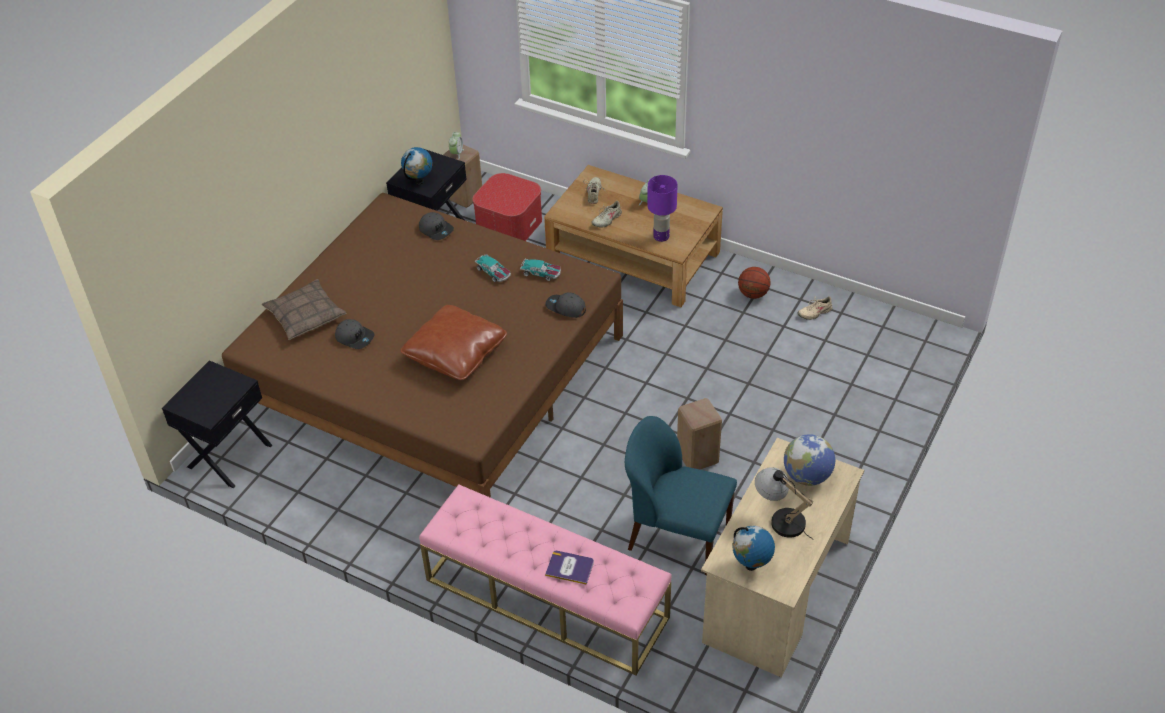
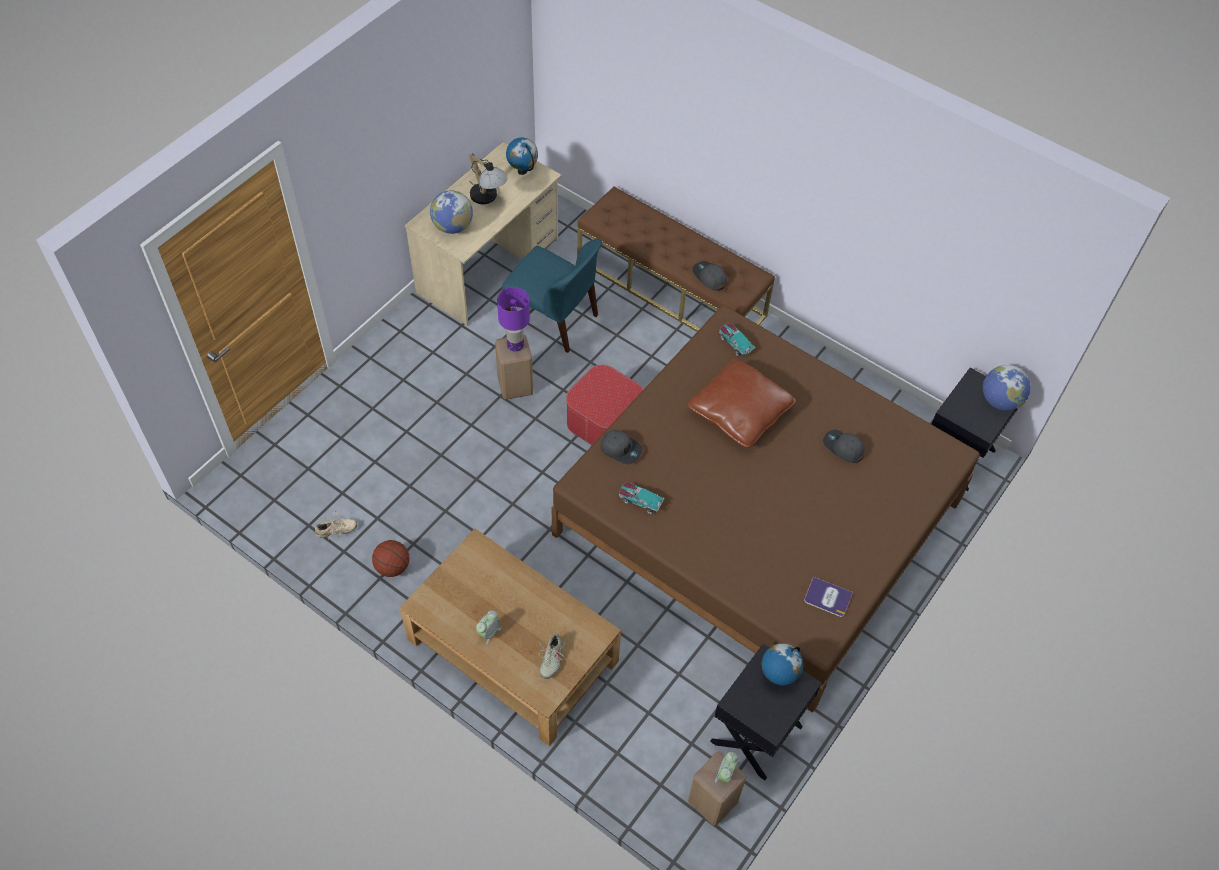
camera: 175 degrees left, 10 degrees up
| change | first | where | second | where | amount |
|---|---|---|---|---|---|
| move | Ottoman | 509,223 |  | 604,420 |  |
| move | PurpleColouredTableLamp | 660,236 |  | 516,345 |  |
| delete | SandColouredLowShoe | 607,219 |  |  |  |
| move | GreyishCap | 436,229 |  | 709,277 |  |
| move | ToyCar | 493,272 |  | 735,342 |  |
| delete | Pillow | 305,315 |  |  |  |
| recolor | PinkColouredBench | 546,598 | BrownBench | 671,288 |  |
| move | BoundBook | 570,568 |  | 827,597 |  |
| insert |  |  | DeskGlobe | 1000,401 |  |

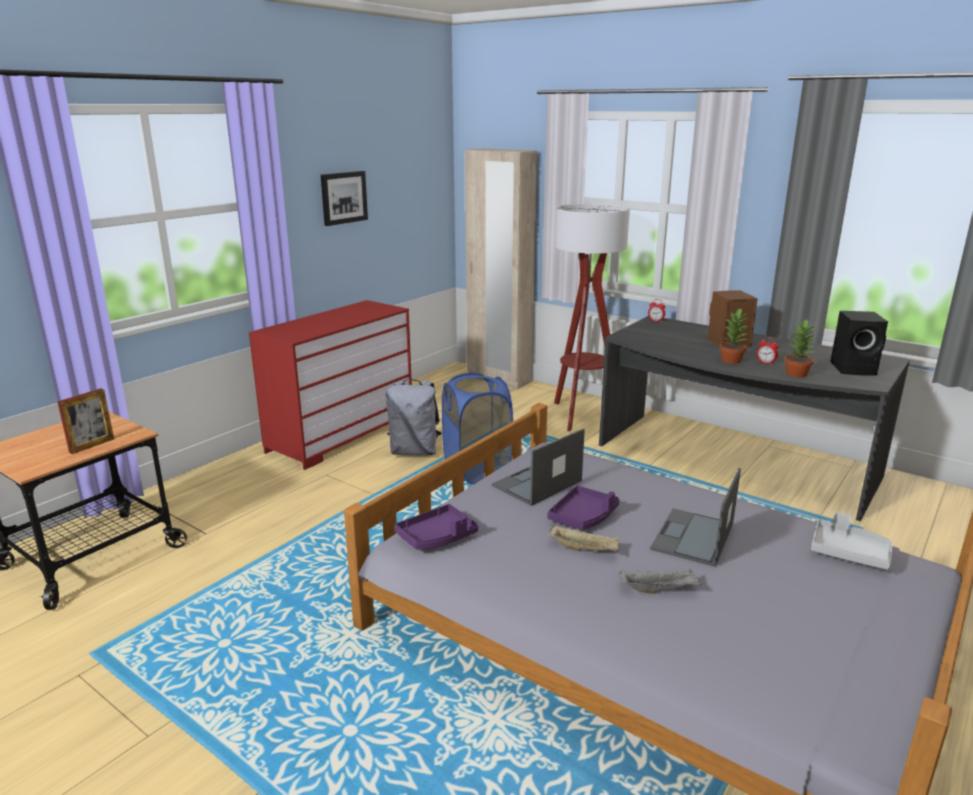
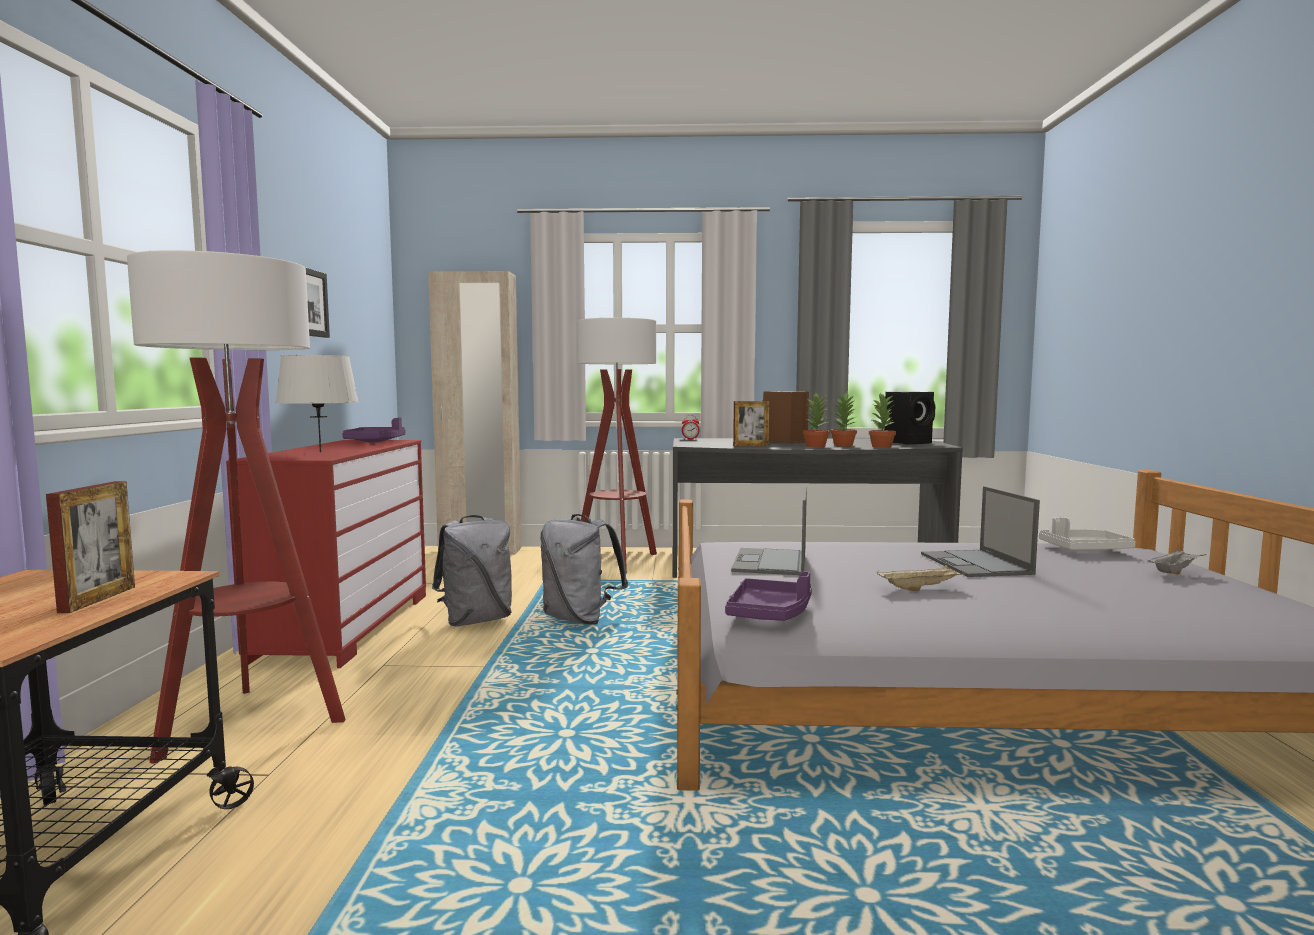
camera: 35 degrees left, 15 degrees down
| change | first | where | second | where | amount |
|---|---|---|---|---|---|
| replace | AlarmClock | 765,363 | PlantInAPot | 844,445 |  |
| replace | BlueColouredWashingBasket | 477,470 | GreyishKnapsack | 580,619 |  |
| move | PurpleColouredCarryingTray | 583,517 |  | 375,442 |  |
| move | GreyishCarryingTray | 659,589 |  | 1174,571 |  |
| insert |  |  | StandingLamp | 250,722 |  |
| insert |  |  | GreyishTableLamp | 320,452 |  |
| insert |  |  | PhotoFrame | 751,445 |  |

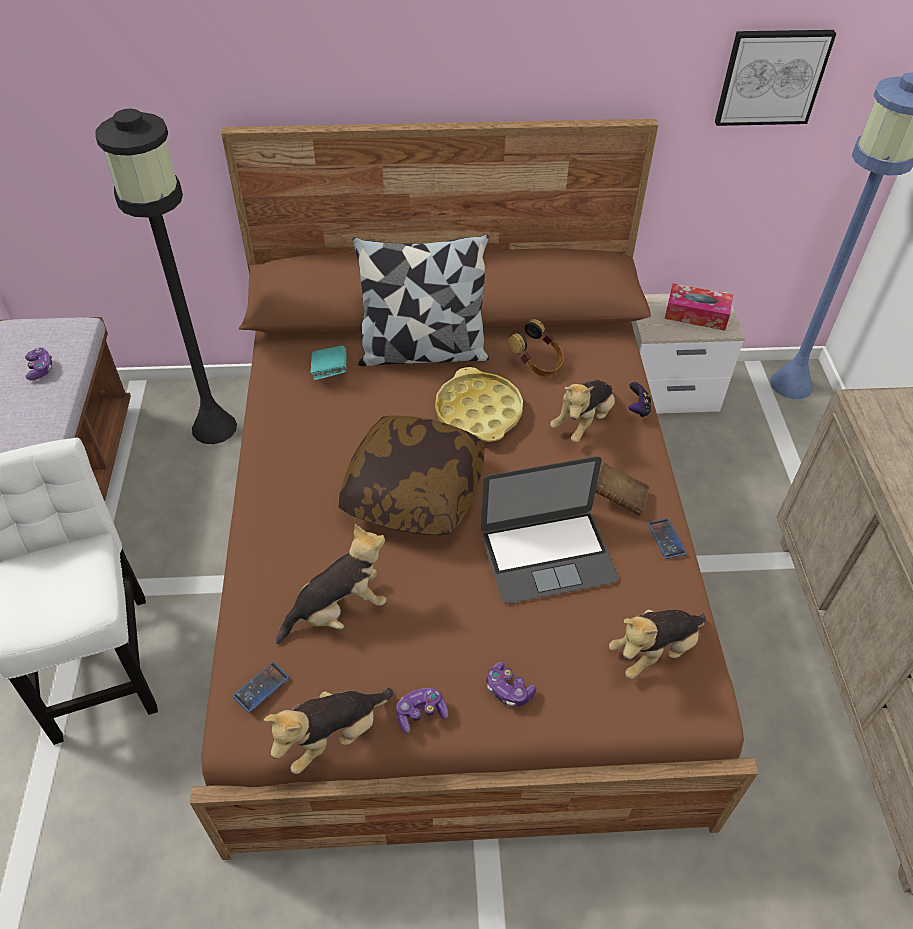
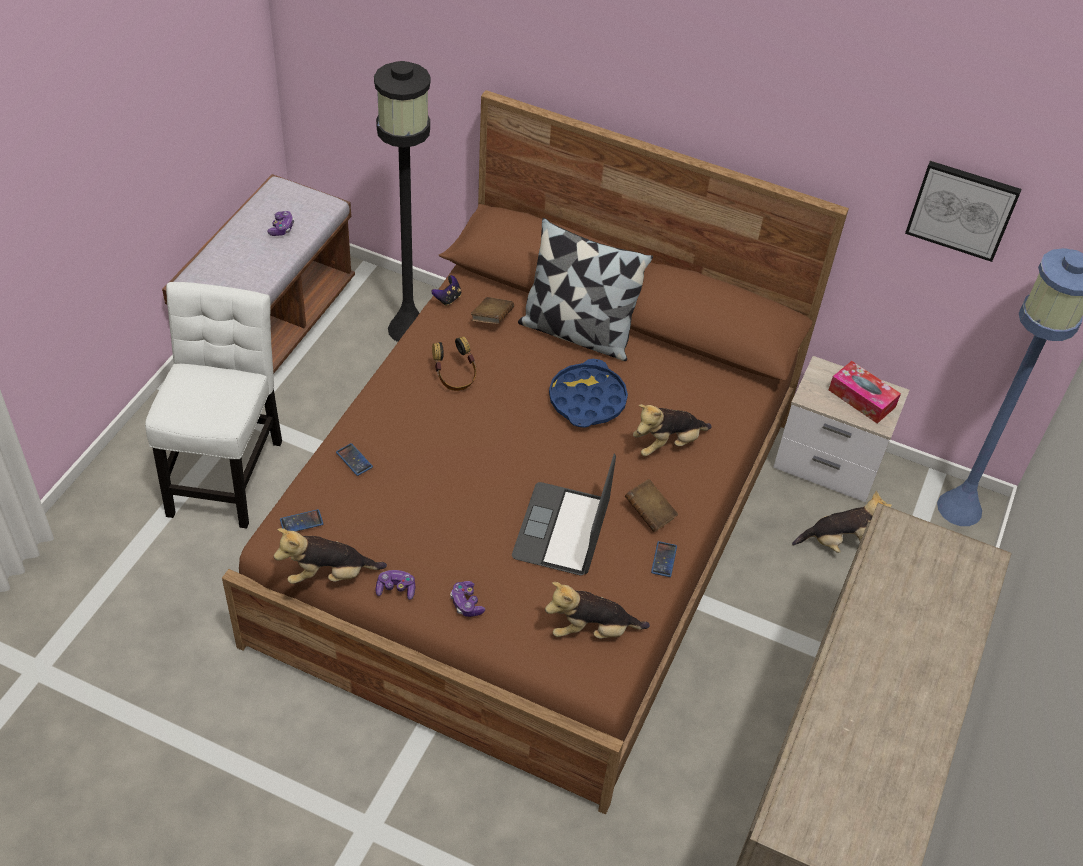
camera: 25 degrees right, 0 degrees up
| change | first | where | second | where | amount |
|---|---|---|---|---|---|
| move | PairOfHeadphones | 537,364 |  | 455,377 |  |
| recolor | TurquoiseBoundBook | 330,372 | BrownBoundBook | 492,319 |  |
| recolor | YellowColouredCarryingTray | 478,412 | BlueColouredCarryingTray | 587,400 |  |
| move | Gamepad | 638,409 |  | 448,298 |  |
| delete | Pillow | 414,491 |  |  |  |
| rotate | PortableComputer | 548,555 |  | 562,529 | 90 degrees clockwise |
| move | SoftToy | 339,610 |  | 838,542 |  |
| insert |  |  | Telephone | 354,460 |  |

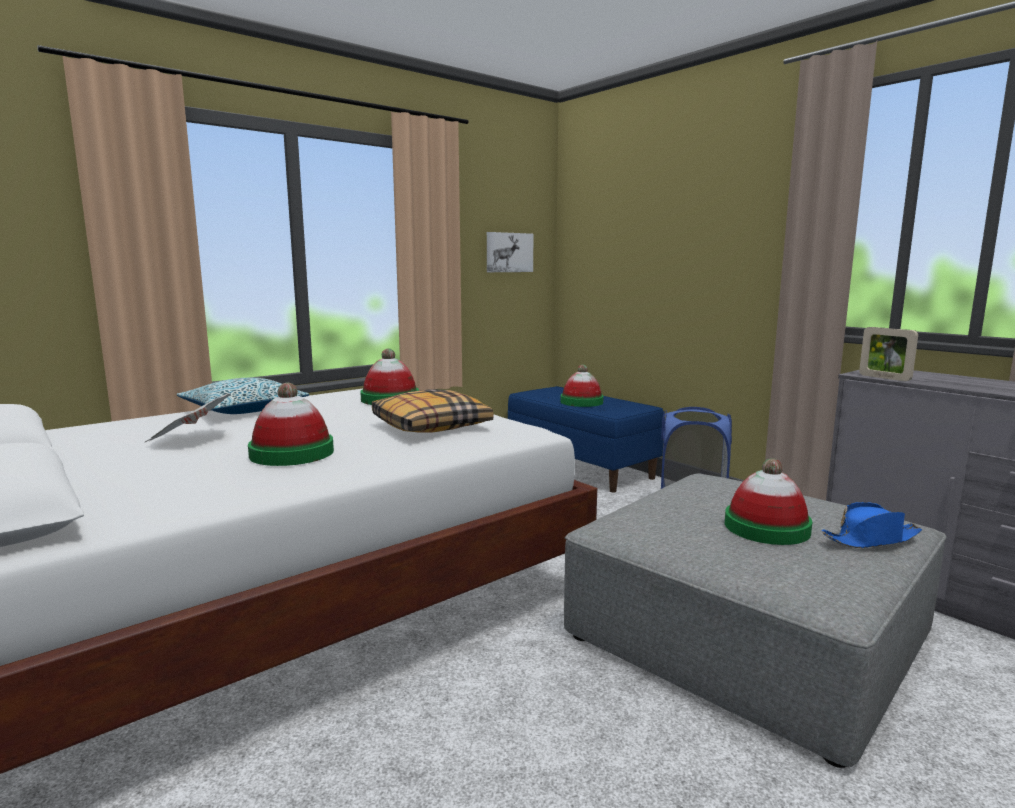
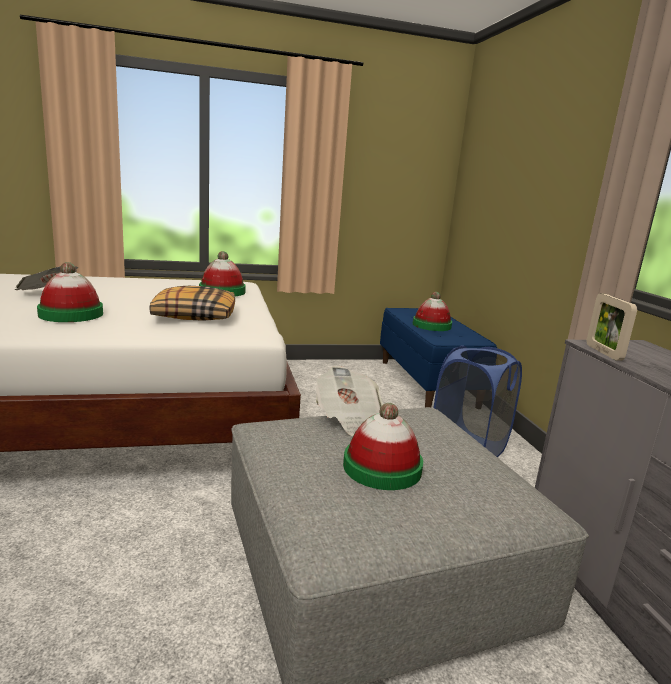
camera: 25 degrees right, 5 degrees up
| change | first | where | second | where | amount |
|---|---|---|---|---|---|
| delete | WallPicture | 508,252 |  |  |  |
| delete | Pillow | 243,410 |  |  |  |
| delete | BlueColouredWearableHat | 871,539 |  |  |  |
| insert |  |  | Newspaper | 348,419 |  |

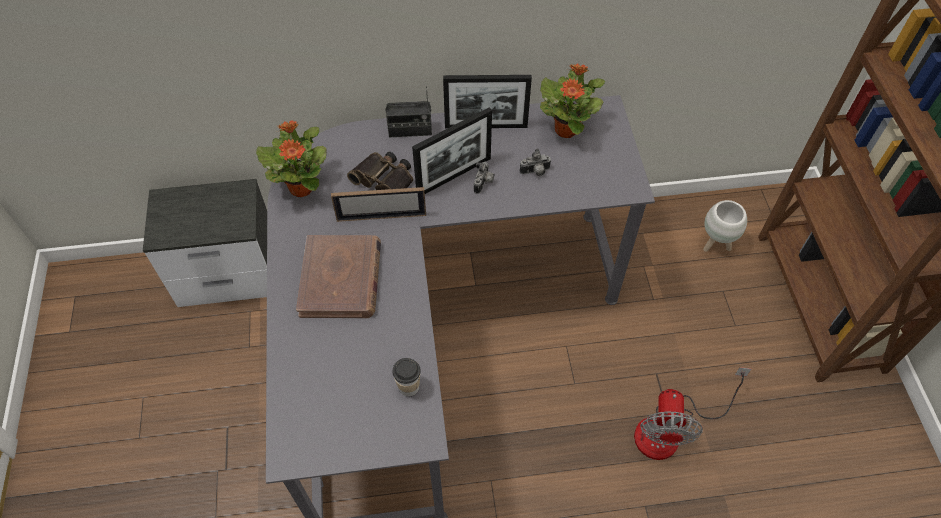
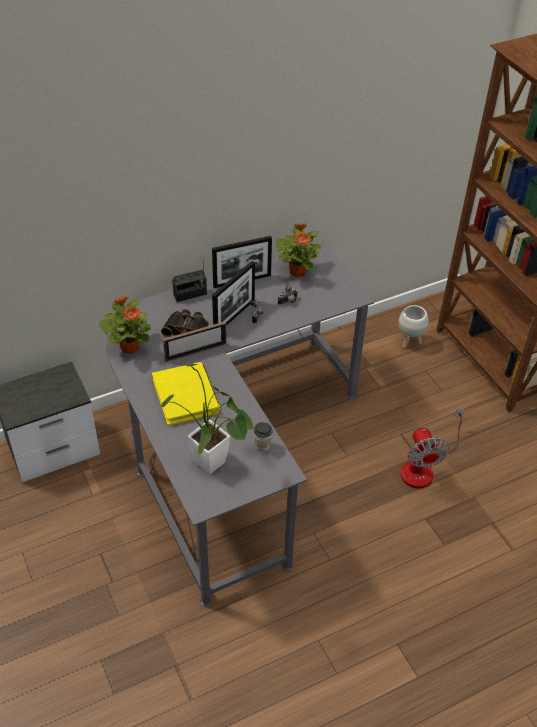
camera: 20 degrees left, 10 degrees down
| change | first | where | second | where | amount |
|---|---|---|---|---|---|
| recolor | BrownBoundBook | 341,279 | YellowColouredBoundBook | 186,396 |  |
| insert |  |  | PlantInAPot | 214,467 |  |

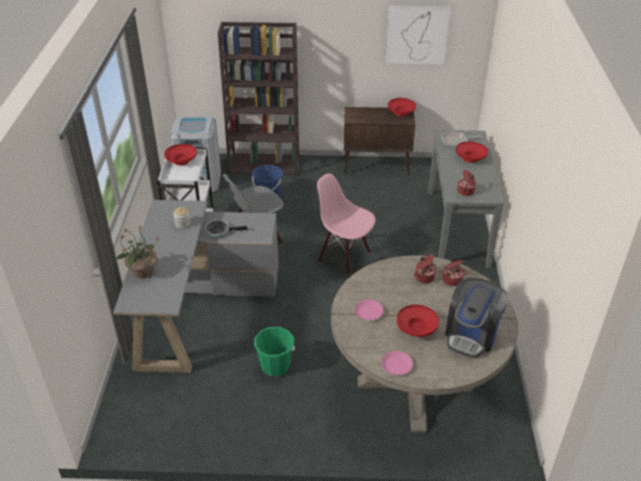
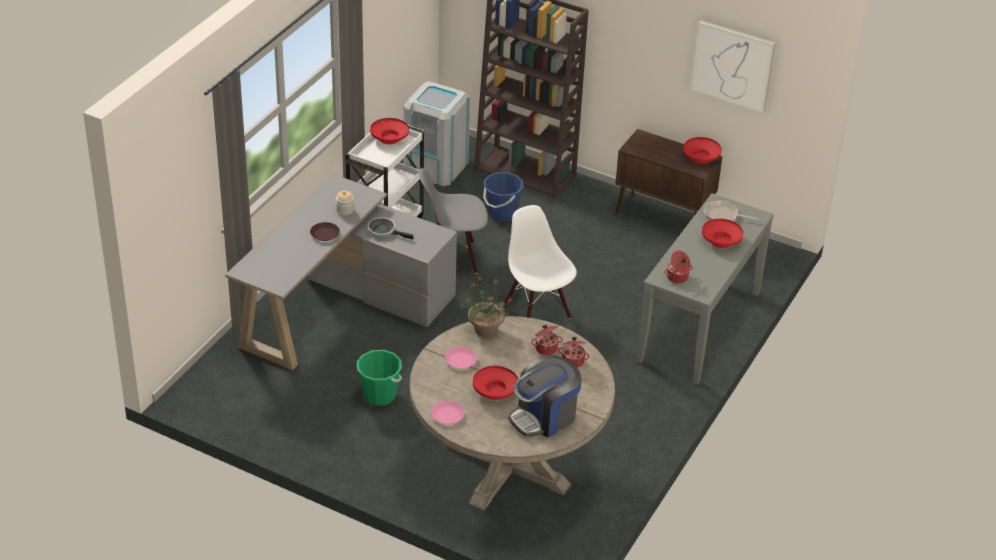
camera: 25 degrees right, 0 degrees up
| change | first | where | second | where | amount |
|---|---|---|---|---|---|
| recolor | PinkColouredUprightChair | 344,256 | WhiteUprightChair | 537,312 |  |
| move | PlantInAPot | 142,272 |  | 484,330 |  |
| insert |  |  | BrownDinnerPlate | 324,234 |  |

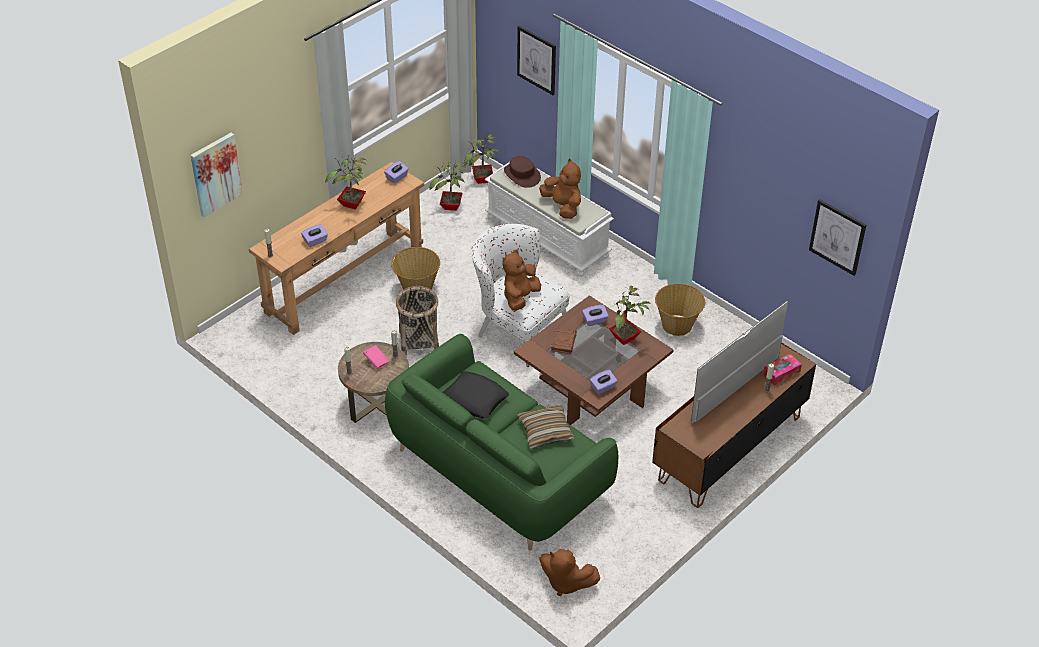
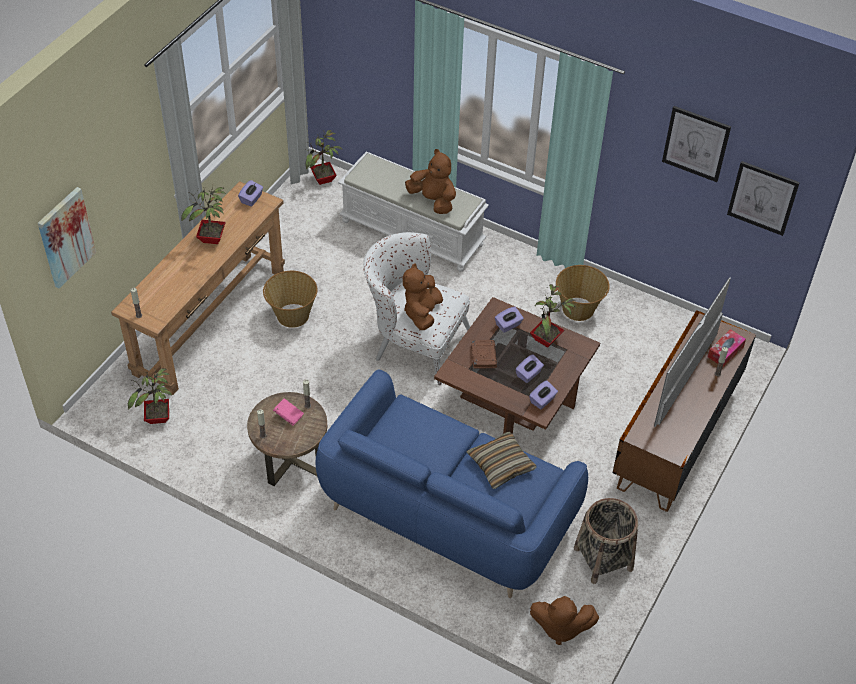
camera: 15 degrees left, 5 degrees up
| change | first | where | second | where | amount |
|---|---|---|---|---|---|
| move | WallPicture | 536,60 |  | 696,143 |  |
| delete | BrownWearableHat | 522,175 |  |  |  |
| move | PlantInAPot | 451,207 |  | 158,419 |  |
| move | PurpleColouredBoxOfTissues | 315,241 |  | 529,374 |  |
| move | StorageBasket | 419,342 |  | 603,558 |  |
| recolor | GreenSettee | 498,471 | BlueColouredSettee | 447,512 |  |
| delete | BlackishPillow | 474,399 |  |  |  |

